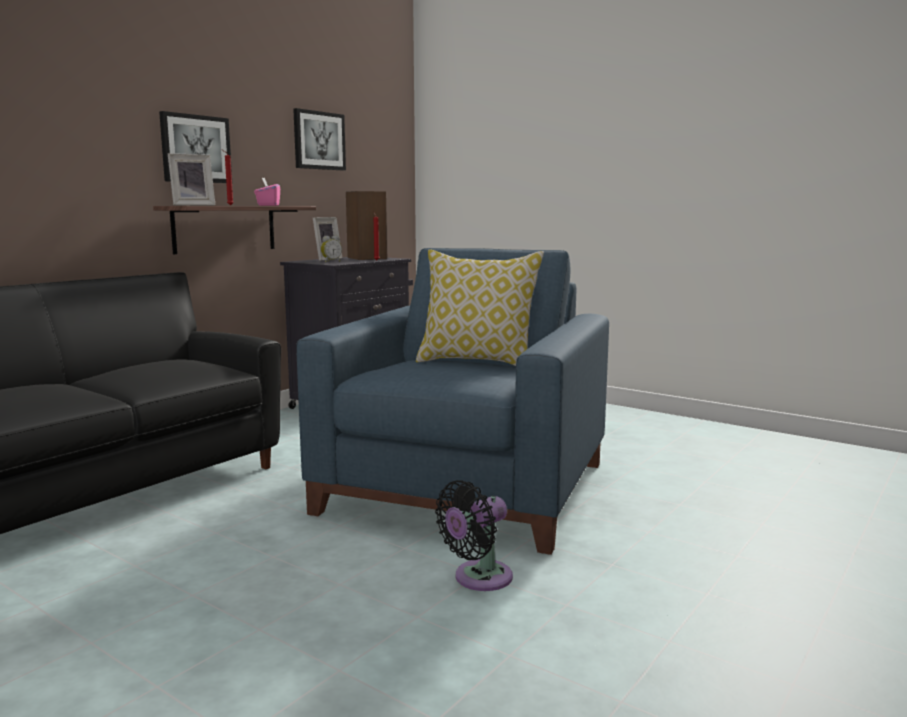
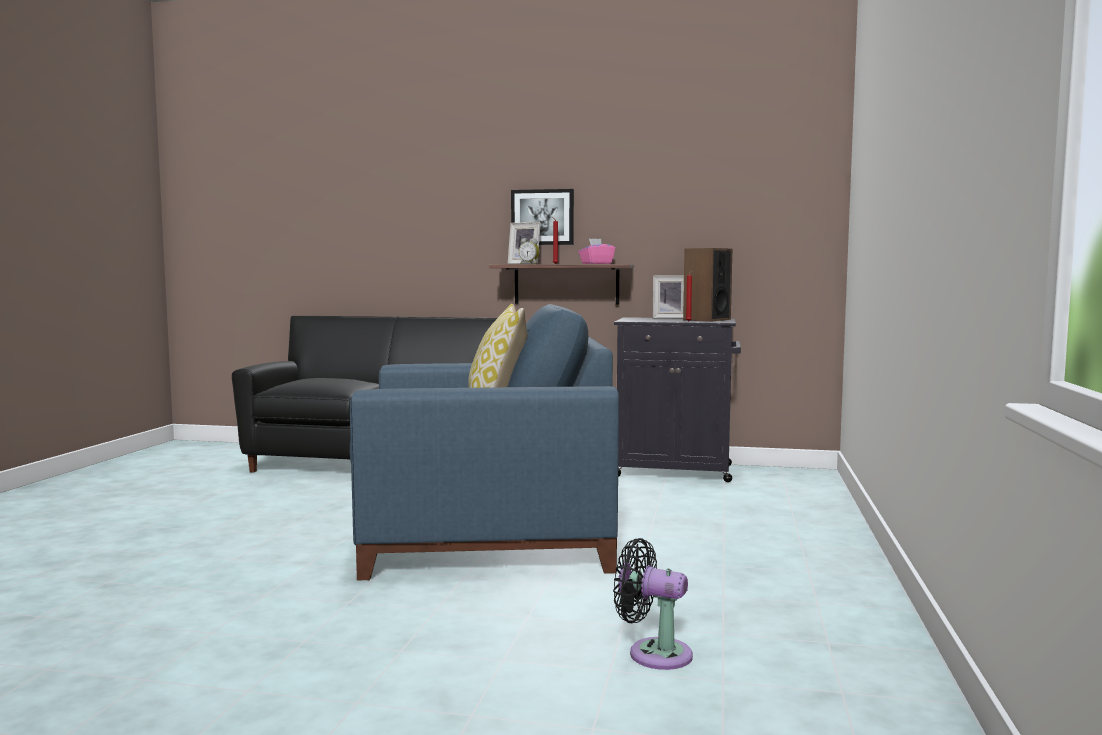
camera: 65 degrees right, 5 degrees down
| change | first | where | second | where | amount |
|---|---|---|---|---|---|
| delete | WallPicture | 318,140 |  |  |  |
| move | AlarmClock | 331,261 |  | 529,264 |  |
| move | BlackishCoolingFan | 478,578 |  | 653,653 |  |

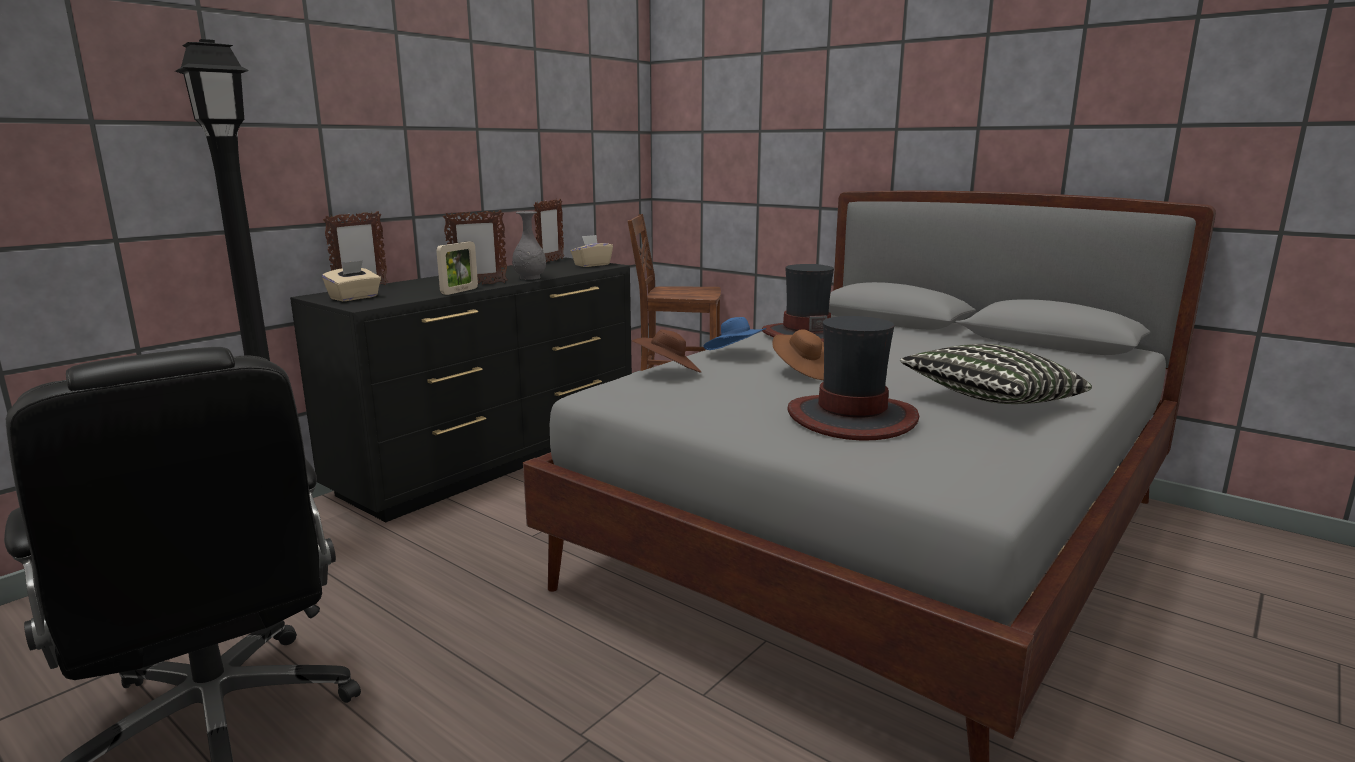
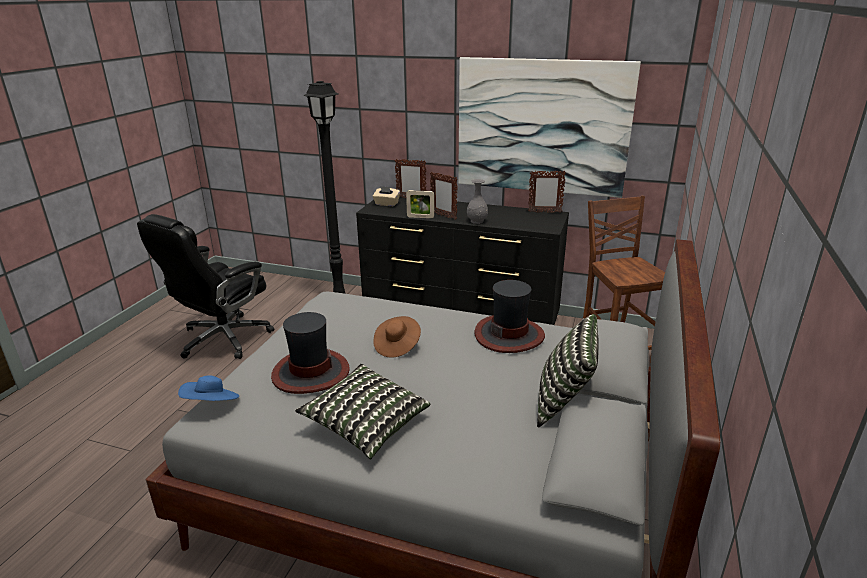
camera: 70 degrees right, 10 degrees up
| change | first | where | second | where | amount |
|---|---|---|---|---|---|
| delete | SandColouredBoxOfTissues | 591,265 |  |  |  |
| move | BlueColouredWearableHat | 735,354 |  | 212,404 |  |
| delete | BrownWearableHat | 668,372 |  |  |  |
| insert |  |  | WallPicture | 542,127 |  |
| insert |  |  | Pillow | 564,402 |  |

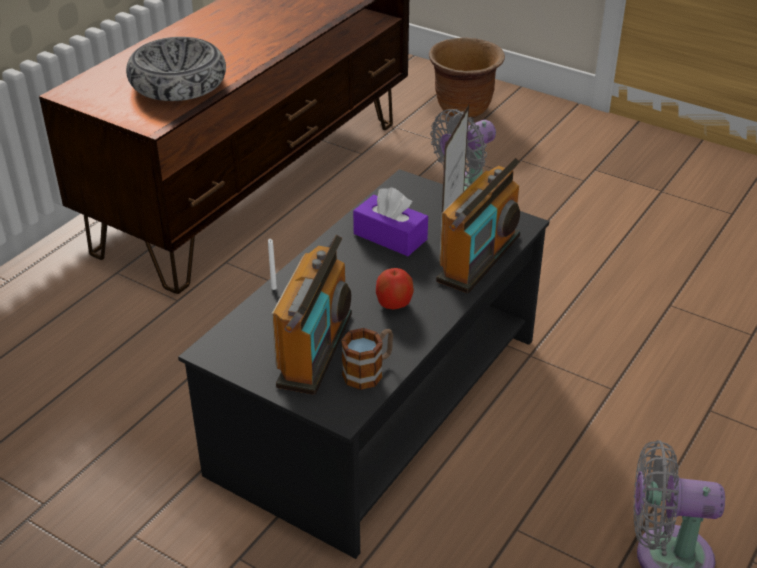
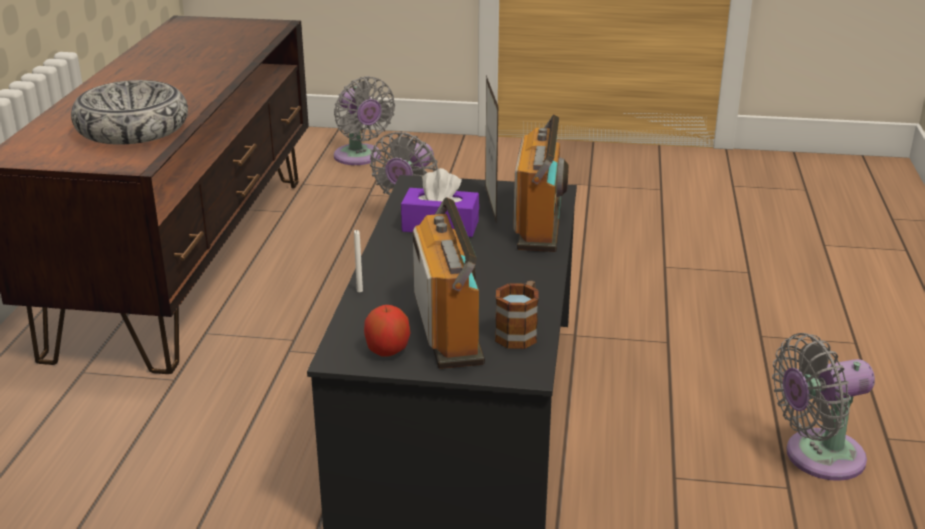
camera: 25 degrees left, 10 degrees down
| change | first | where | second | where | amount |
|---|---|---|---|---|---|
| replace | BrownFlowerPot | 463,109 | GreyishCoolingFan | 360,158 |  |
| move | WholeApple | 394,304 |  | 387,351 |  |

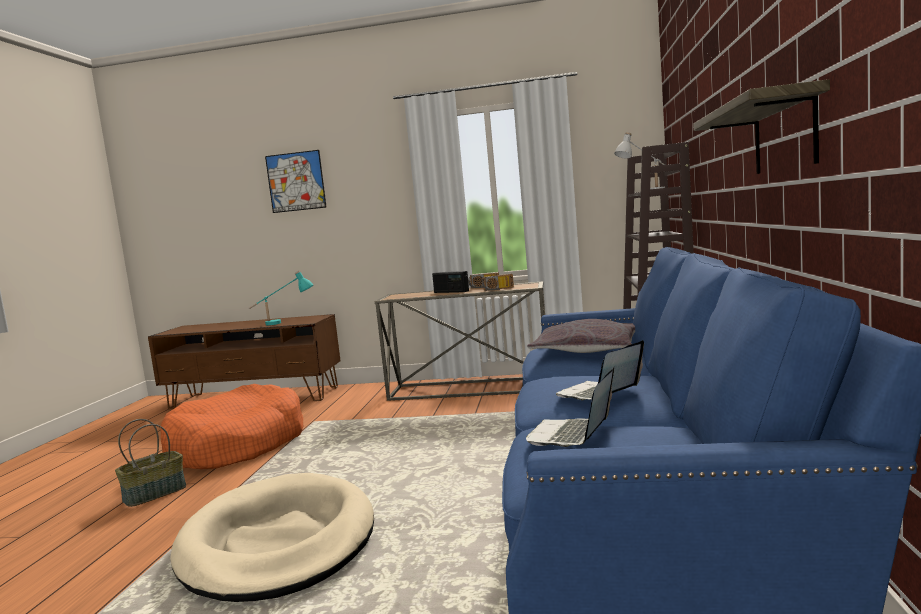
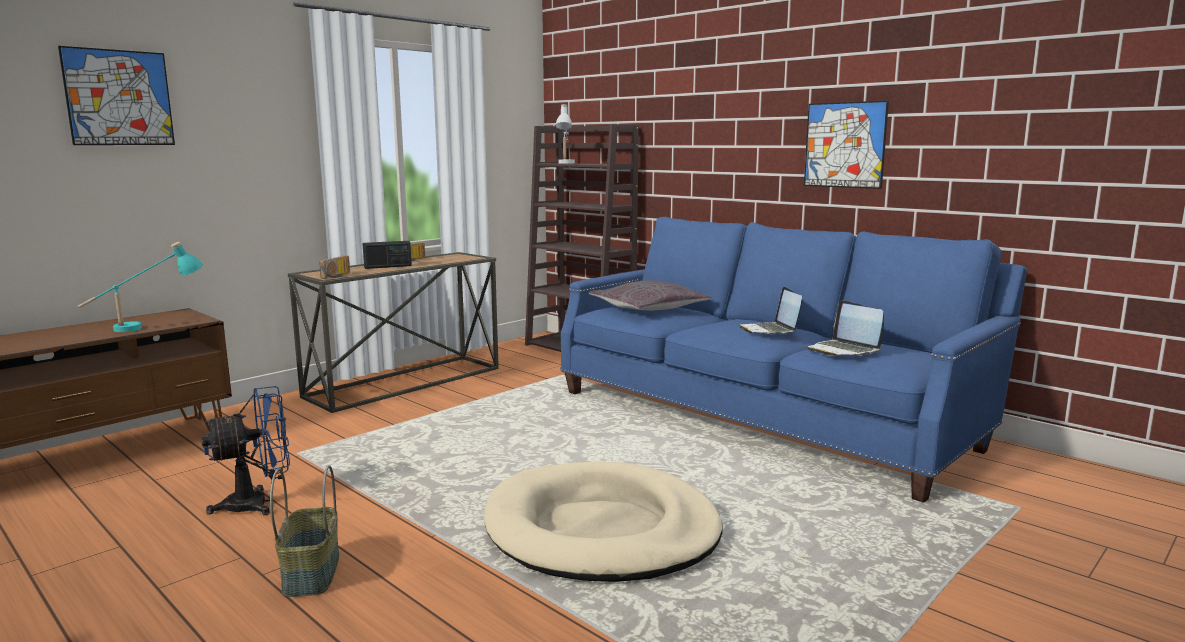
camera: 55 degrees left, 5 degrees up
| change | first | where | second | where | amount |
|---|---|---|---|---|---|
| replace | BracketShelf | 784,135 | WallPicture | 844,145 |  |
| move | Radio | 498,289 |  | 338,276 |  |
| replace | OrangeDogBed | 236,445 | BlueColouredCoolingFan | 258,503 |  |

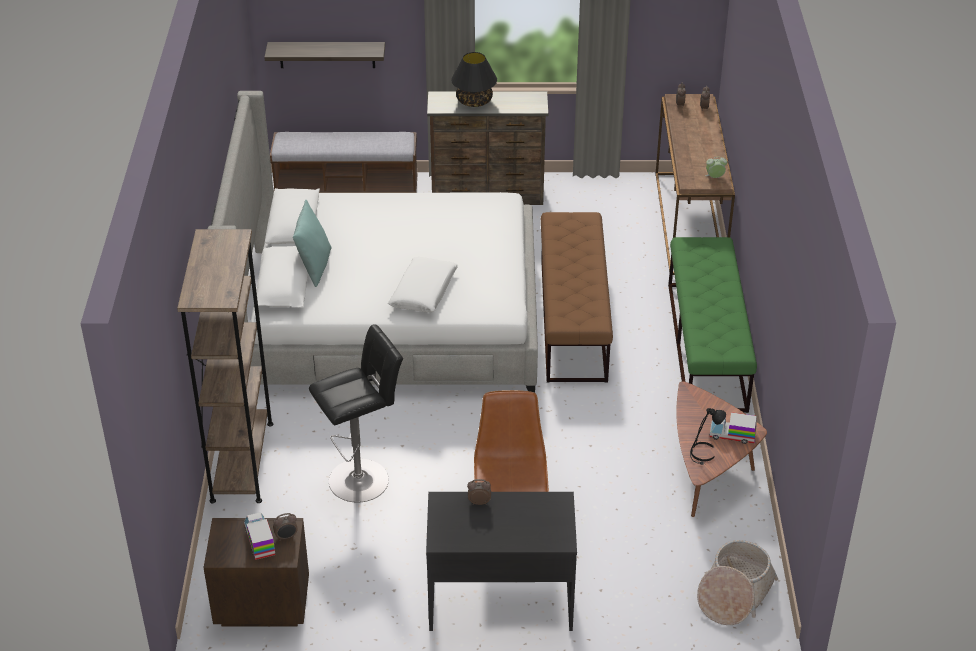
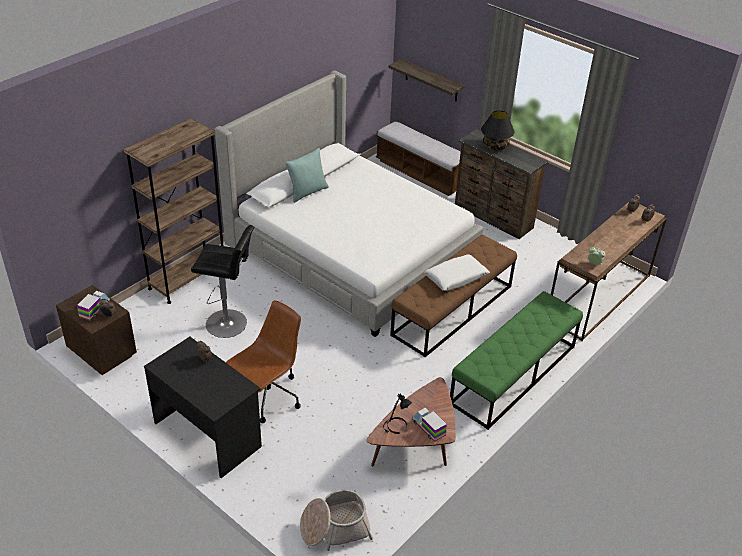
camera: 40 degrees right, 0 degrees up
| change | first | where | second | where | amount |
|---|---|---|---|---|---|
| move | WhitePillow | 424,292 |  | 456,278 |  |

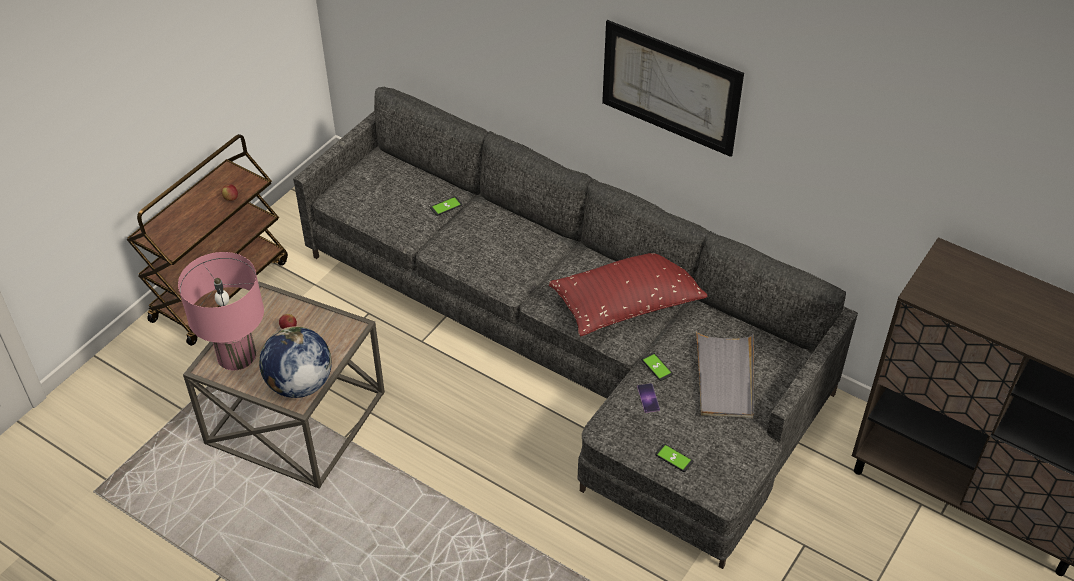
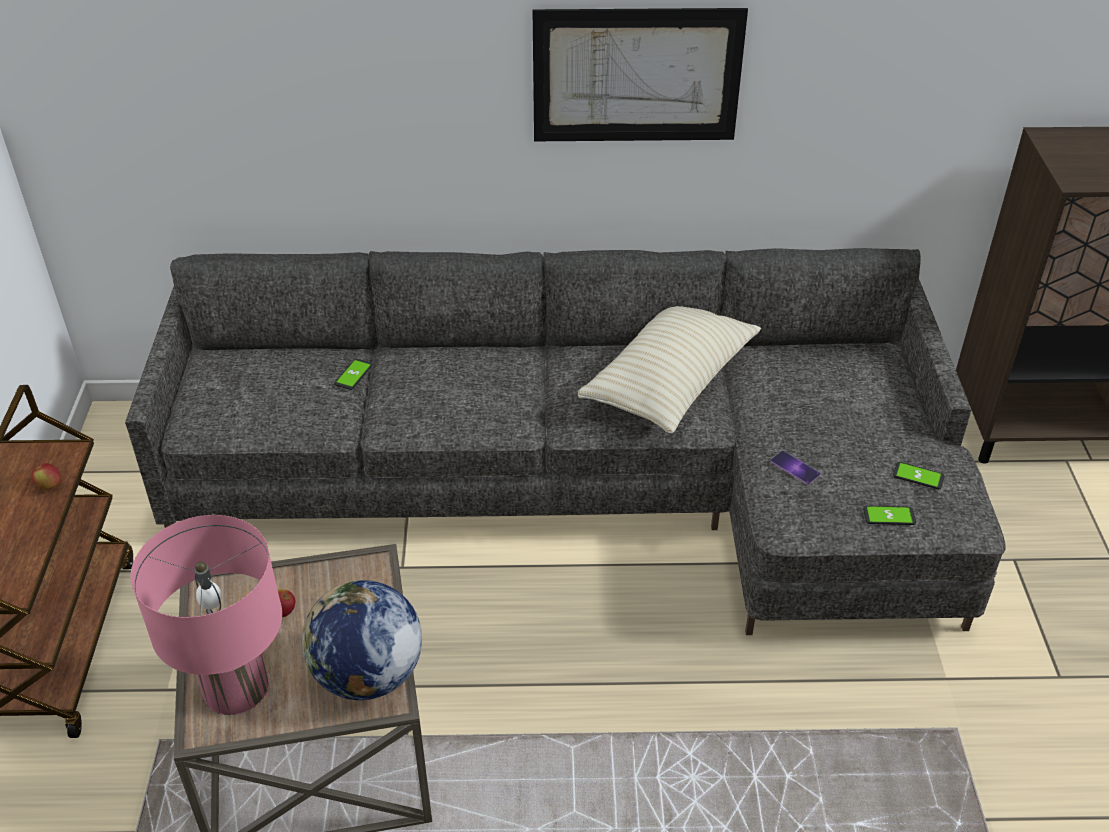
camera: 35 degrees left, 5 degrees down
| change | first | where | second | where | amount |
|---|---|---|---|---|---|
| recolor | ReddishPillow | 626,304 | SandColouredPillow | 669,382 |  |
| delete | GreyishCarryingTray | 725,377 |  |  |  |
| move | Telephone | 656,367 |  | 918,476 |  |

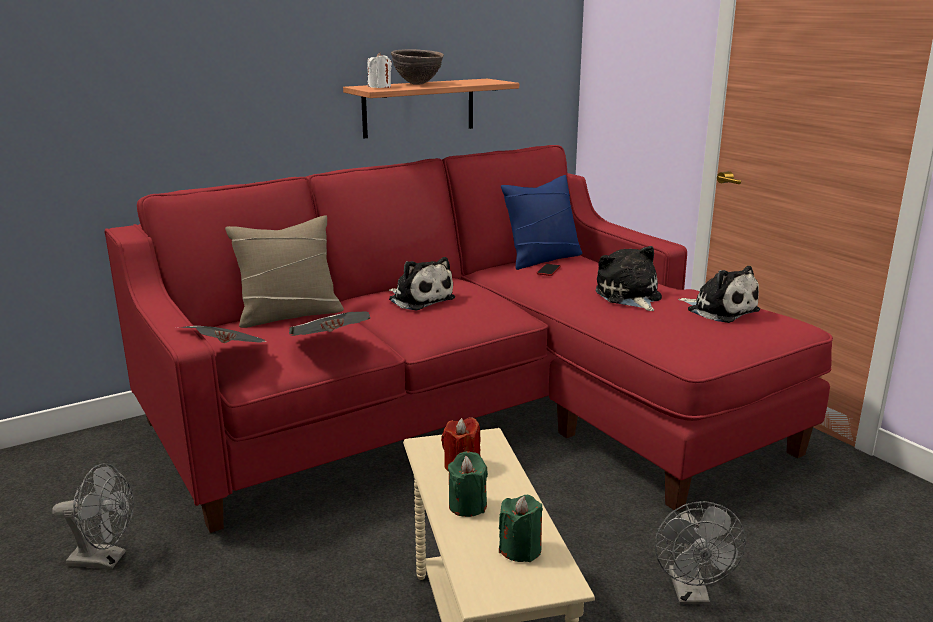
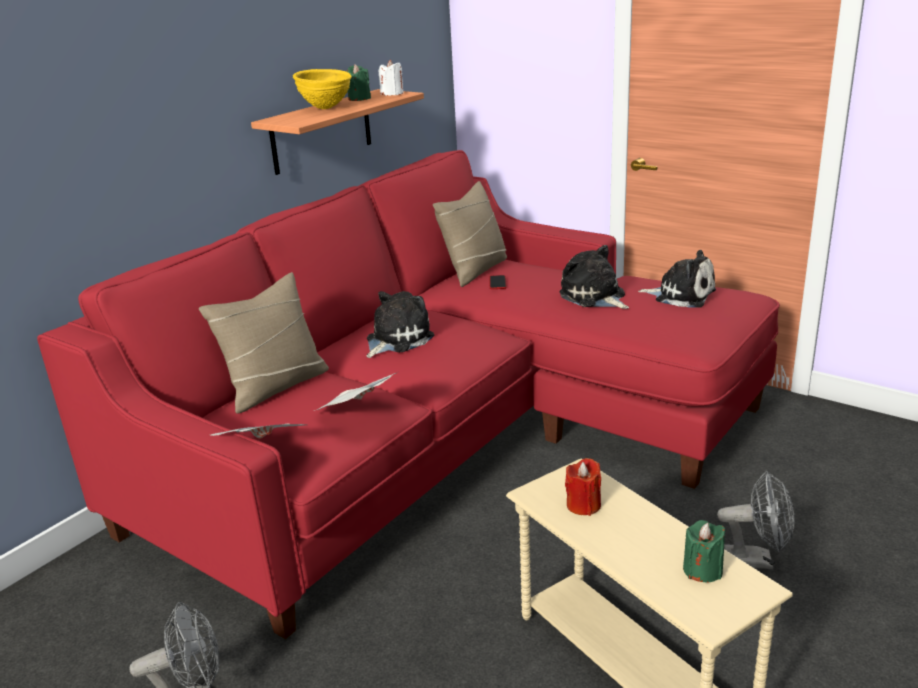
camera: 20 degrees left, 5 degrees up
| change | first | where | second | where | amount |
|---|---|---|---|---|---|
| recolor | BrownDeepDish | 417,84 | YellowColouredDeepDish | 326,108 |  |
| move | WhiteWaxLight | 379,87 |  | 392,94 |  |
| recolor | BlueColouredPillow | 542,259 | SandColouredPillow | 475,270 |  |
| rotate | SoftToy | 419,299 |  | 396,340 | 75 degrees counterclockwise |
| move | GreenWaxLight | 467,506 |  | 359,99 |  |
| rotate | GreyishCoolingFan | 691,594 |  | 756,560 | 60 degrees counterclockwise |

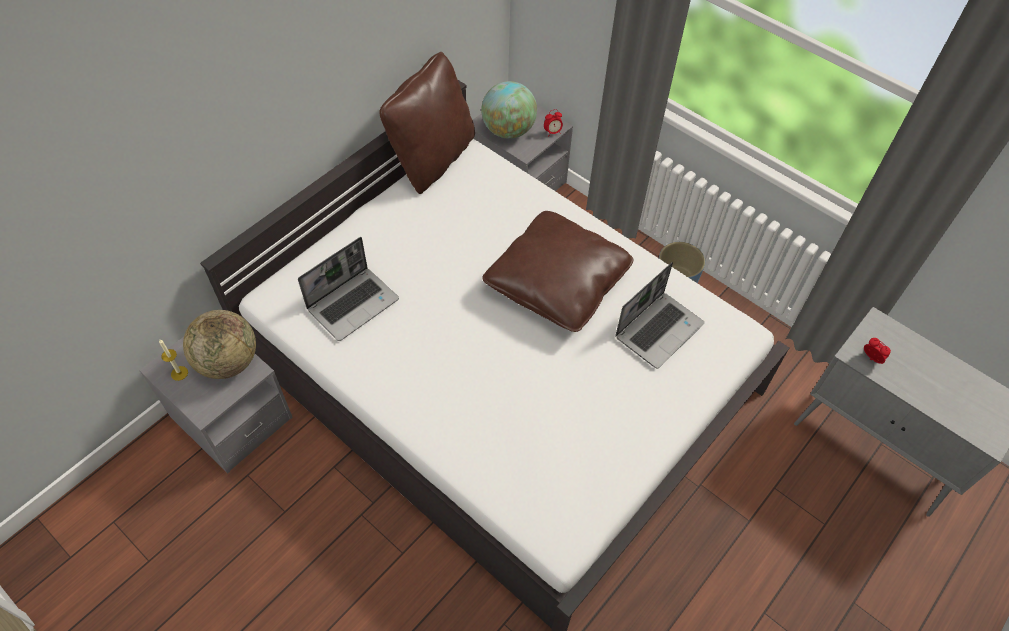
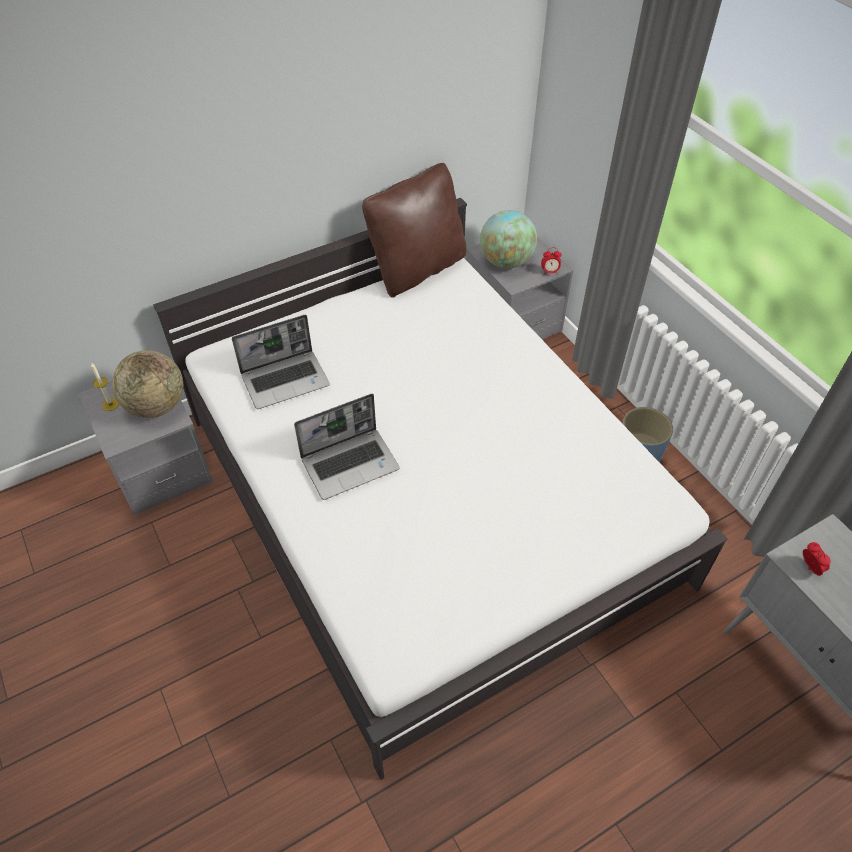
camera: 20 degrees right, 5 degrees down
| change | first | where | second | where | amount |
|---|---|---|---|---|---|
| delete | BrownPillow | 557,283 |  |  |  |
| move | PortableComputer | 659,329 |  | 350,463 |  |

